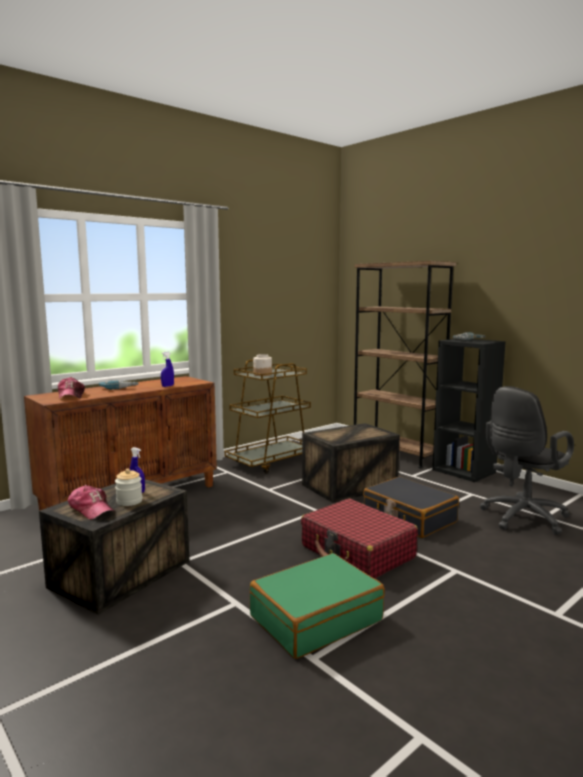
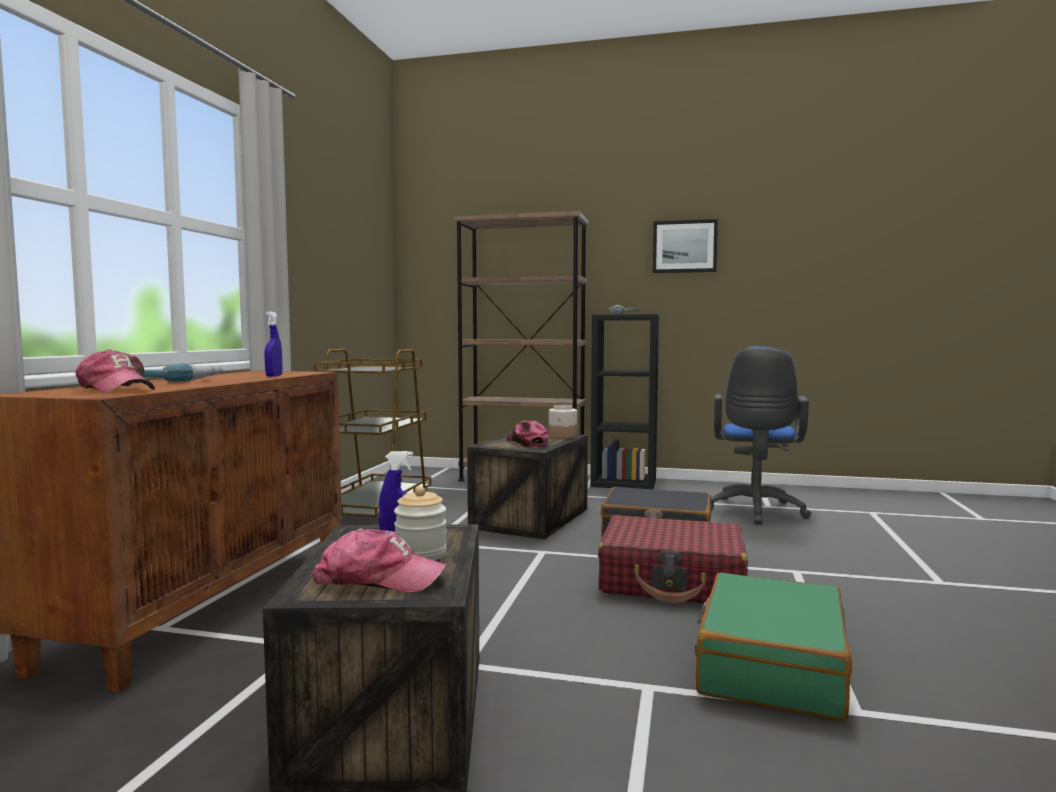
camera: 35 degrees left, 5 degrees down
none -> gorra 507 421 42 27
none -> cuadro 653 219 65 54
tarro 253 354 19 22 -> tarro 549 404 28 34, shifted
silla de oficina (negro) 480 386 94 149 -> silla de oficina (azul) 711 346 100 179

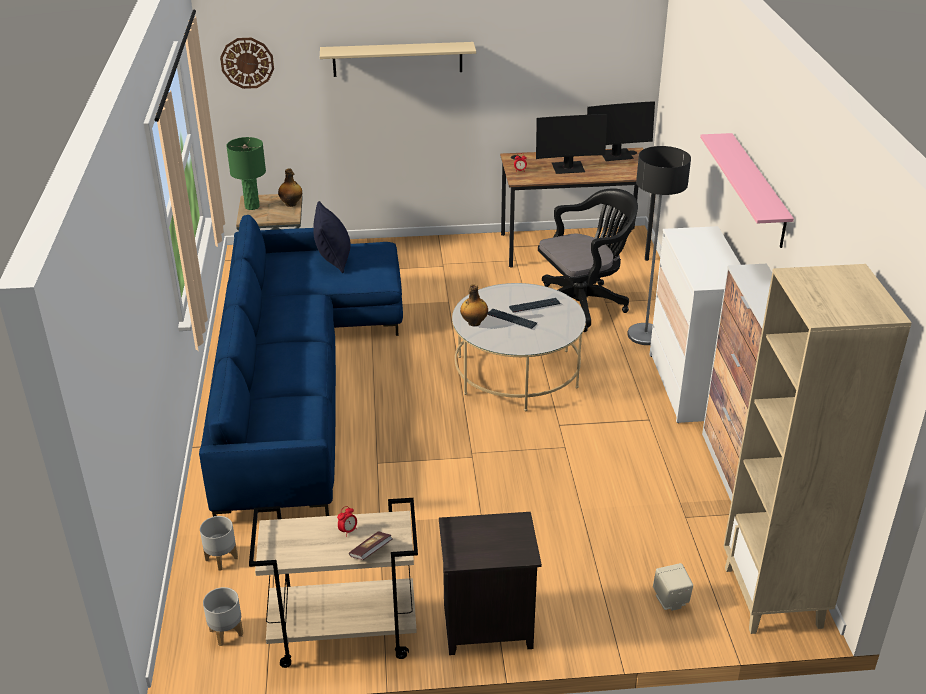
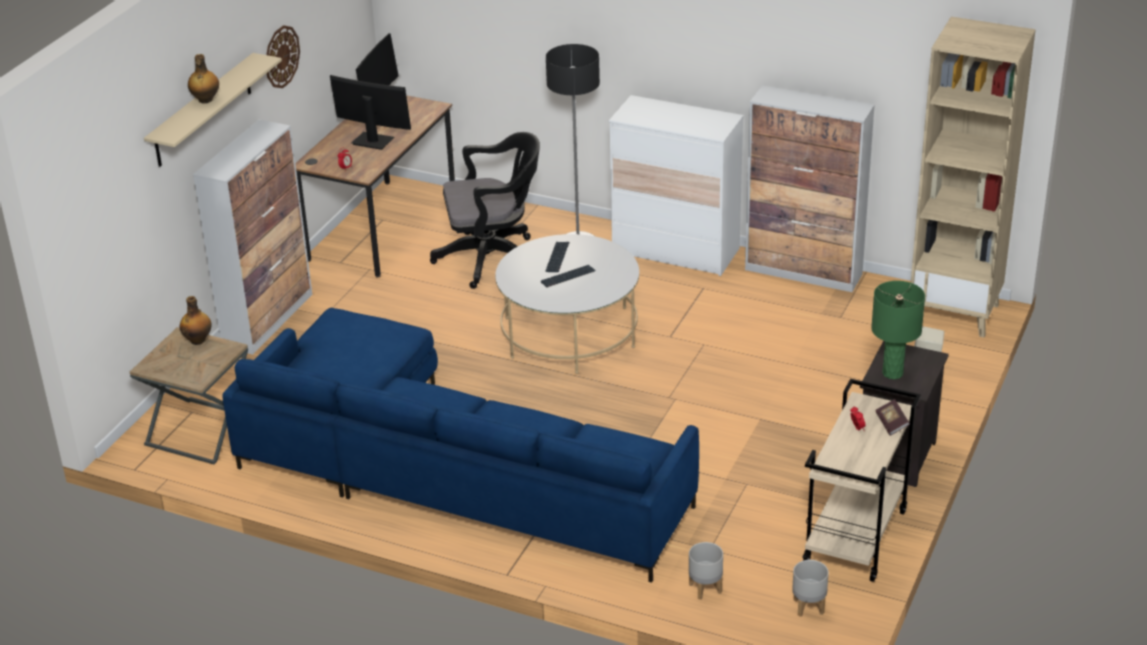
camera: 60 degrees left, 0 degrees up
cojín (negro) 313 201 38 72 -> none
estante (rosa) 700 133 94 115 -> none
none -> armario 193 119 119 236
reloj de pared 220 38 54 51 -> reloj de pared 266 25 34 63, shifted
lámpara de mesa (verde) 226 137 40 73 -> lámpara de mesa (verde) 871 281 54 98, shifted
botella 460 284 28 42 -> botella 188 54 31 50, shifted
monitor 536 114 71 60 -> monitor 330 75 81 75, 90 degrees counterclockwise
silla de oficina (negro) 538 188 100 144 -> silla de oficina (negro) 430 132 110 157, 75 degrees clockwise

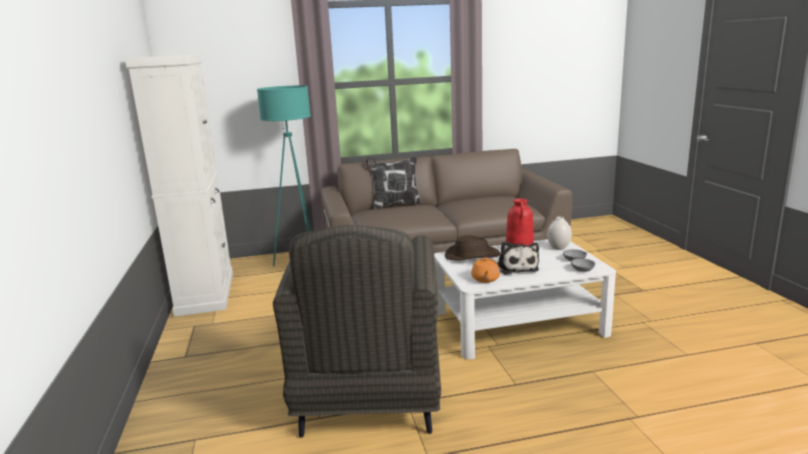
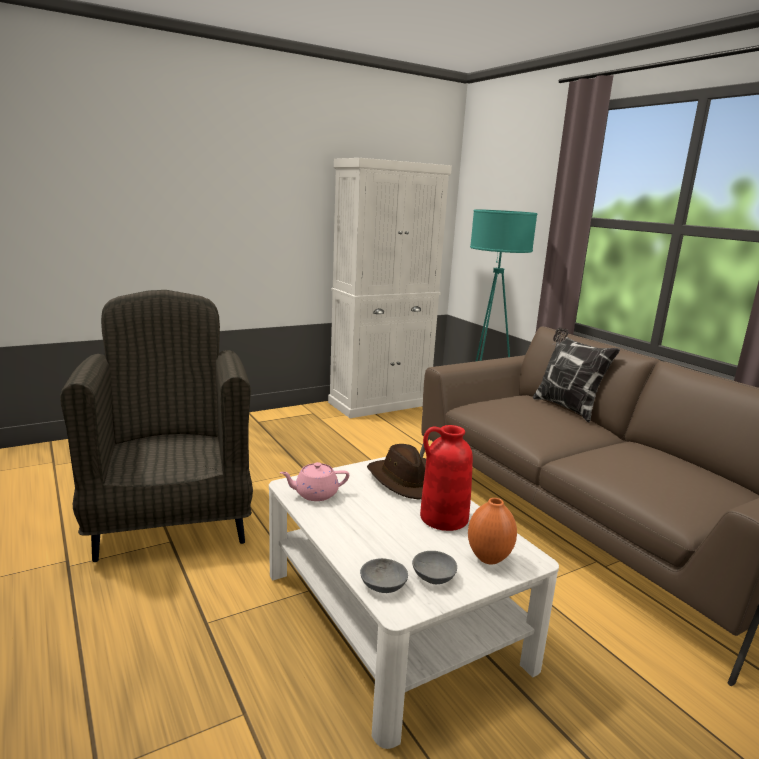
camera: 70 degrees right, 0 degrees up
peluche 497 242 42 33 -> none
tetera (naranja) 471 257 29 26 -> tetera (rosa) 280 462 69 39
florero (blanco) 547 217 25 33 -> florero (naranja) 468 498 49 67
sillón (gris) 273 225 168 213 -> sillón (gris) 60 290 193 272, 90 degrees clockwise

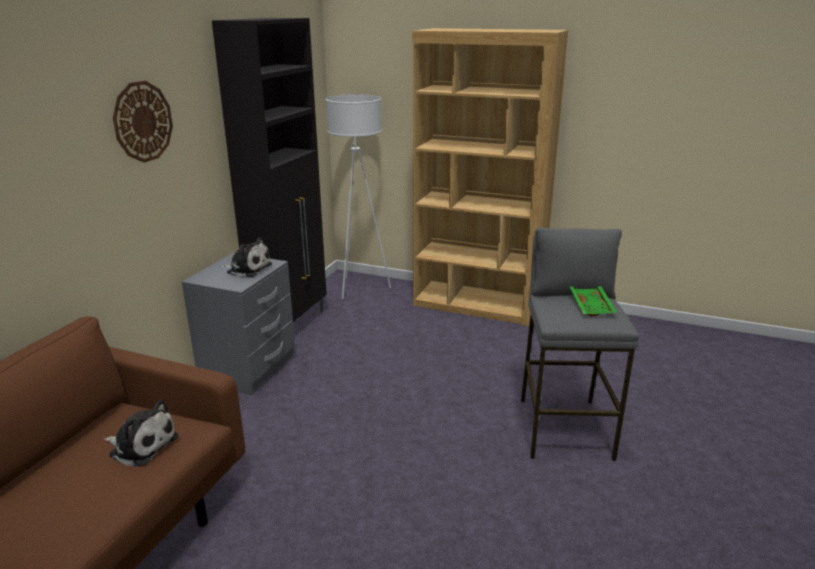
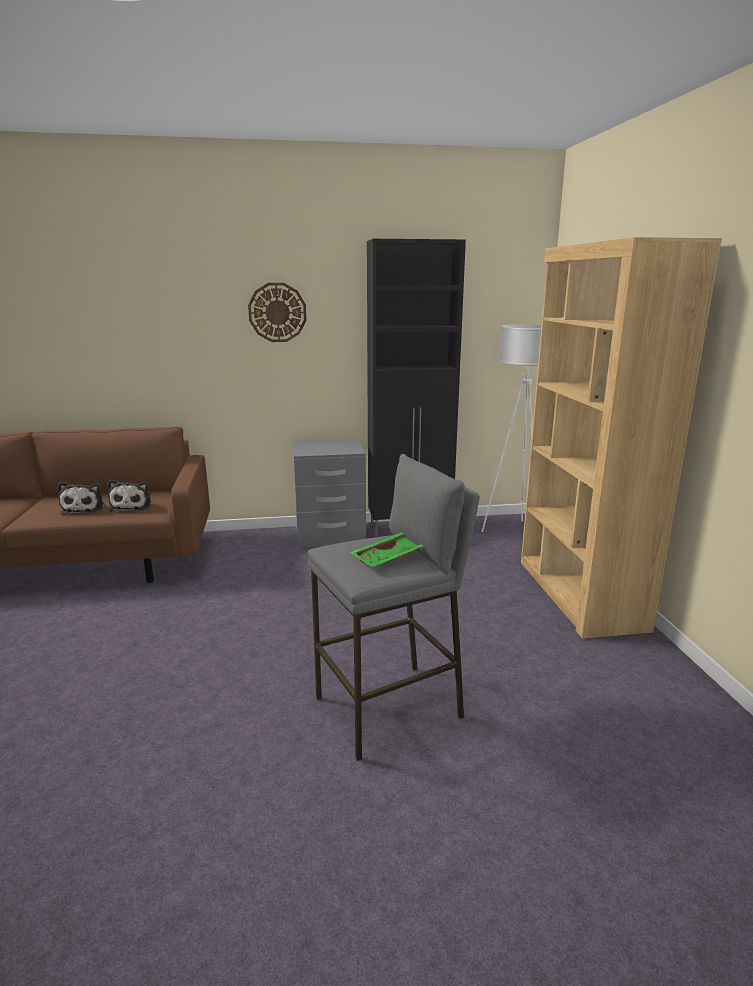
camera: 60 degrees right, 5 degrees down
peluche 220 237 52 40 -> peluche 58 482 46 33, shifted

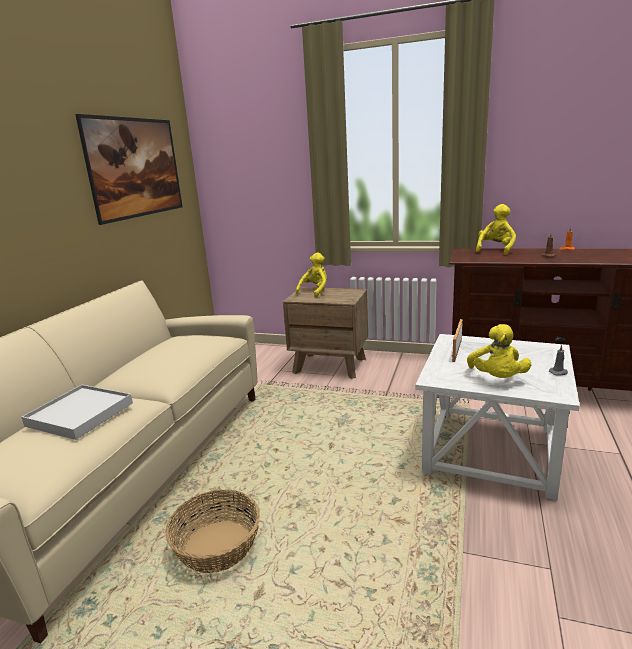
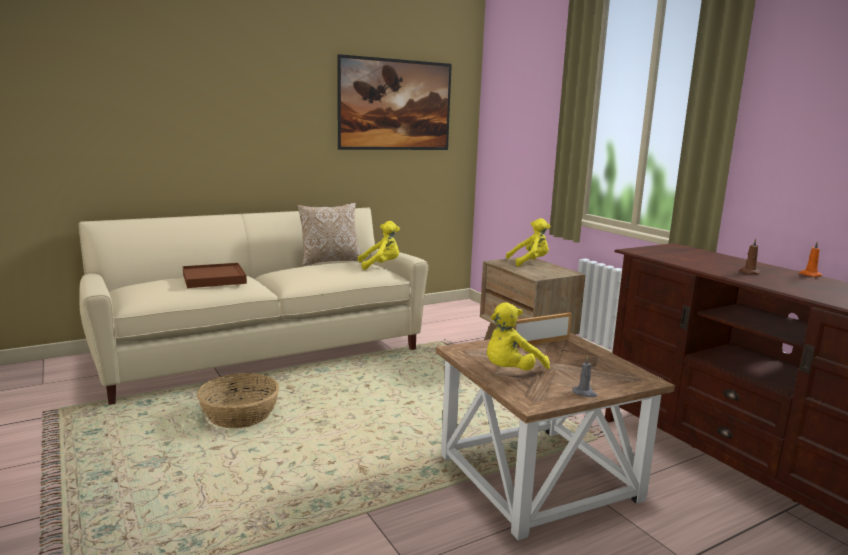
camera: 40 degrees right, 5 degrees down
none -> cojín 297 203 64 63
peluche (amarillo) 476 204 40 51 -> peluche (amarillo) 357 221 43 49, shifted
bandeja (blanco) 21 385 112 55 -> bandeja (marrón) 183 263 64 25
mesa auxiliar (blanco) 415 334 165 167 -> mesa auxiliar (marrón) 436 332 239 208

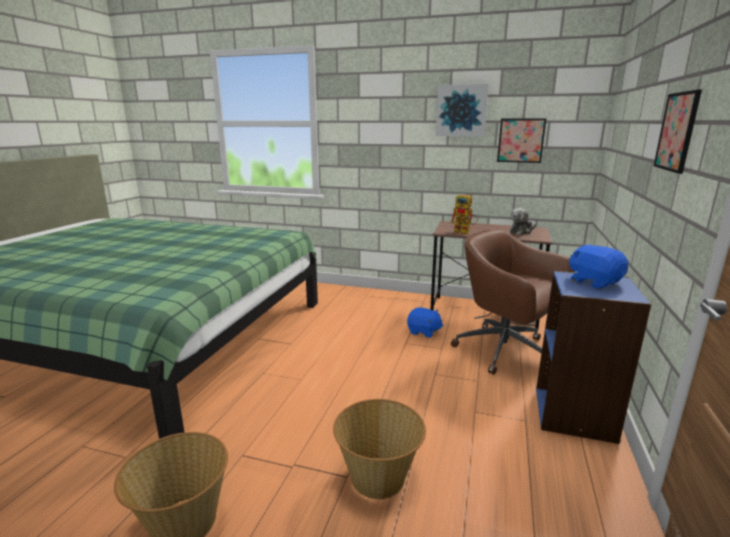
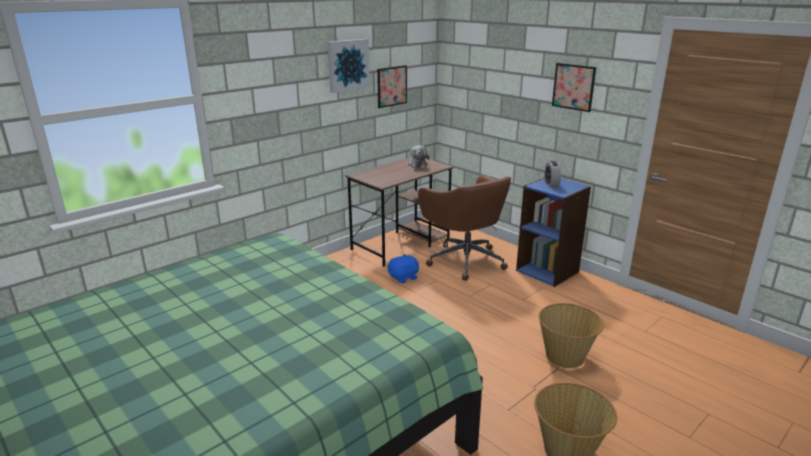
camera: 60 degrees left, 5 degrees up
robot de juguete 450 194 28 41 -> none
peluche (azul) 569 245 59 44 -> despertador 544 161 17 26
silla de oficina (marrón) 451 230 124 145 -> silla de oficina (marrón) 418 175 93 106, 105 degrees counterclockwise

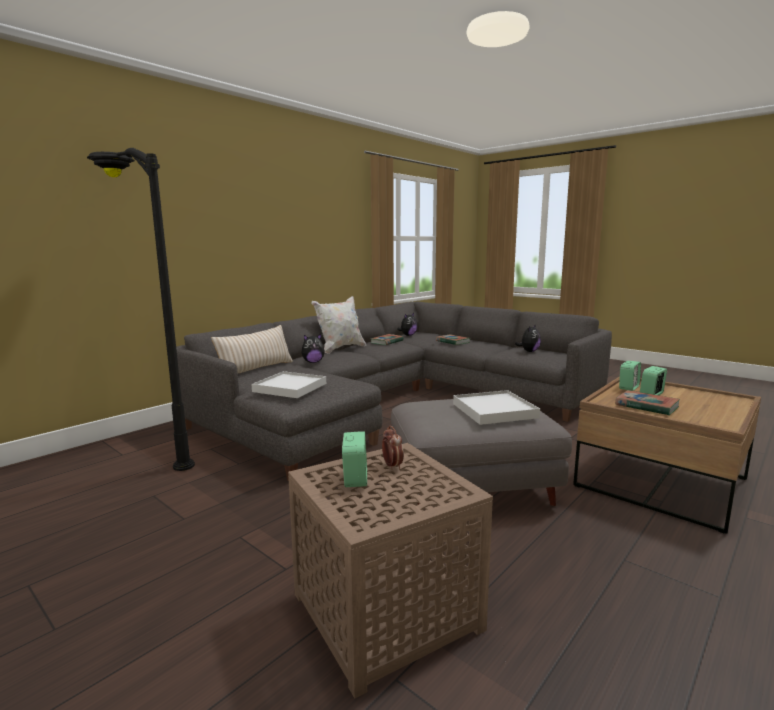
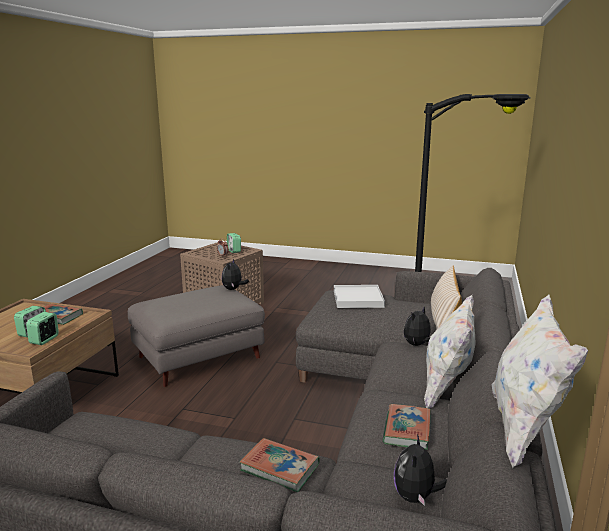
camera: 155 degrees right, 5 degrees up
bandeja (blanco) 453 390 87 35 -> none
none -> cojín (blanco) 492 294 96 174
peluche 515 324 26 28 -> peluche 222 259 27 31, shifted

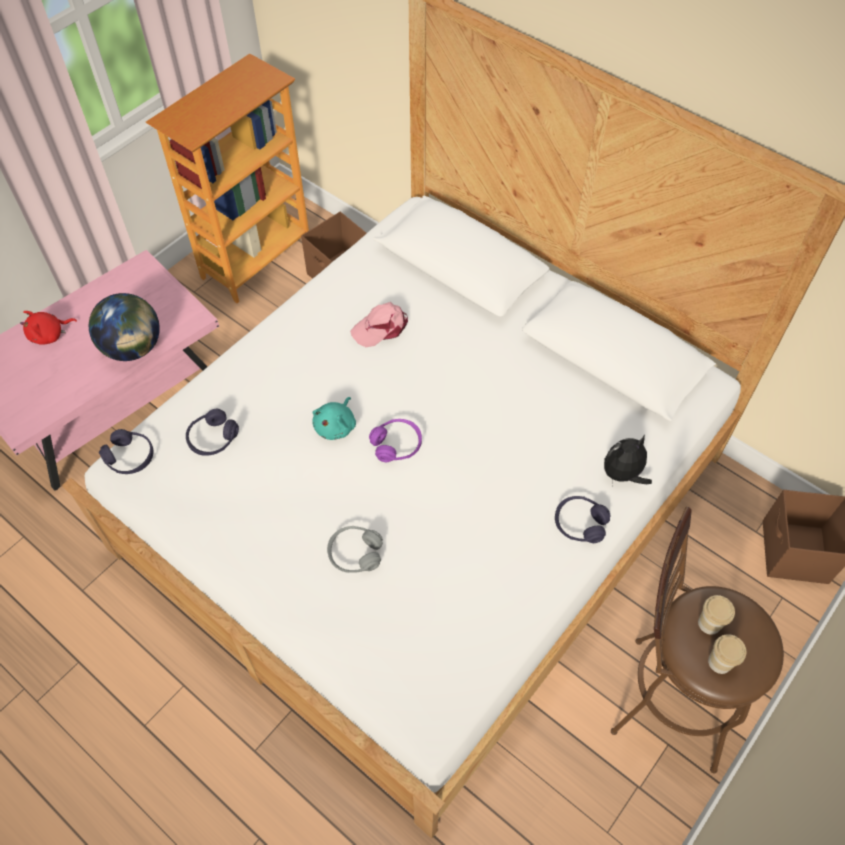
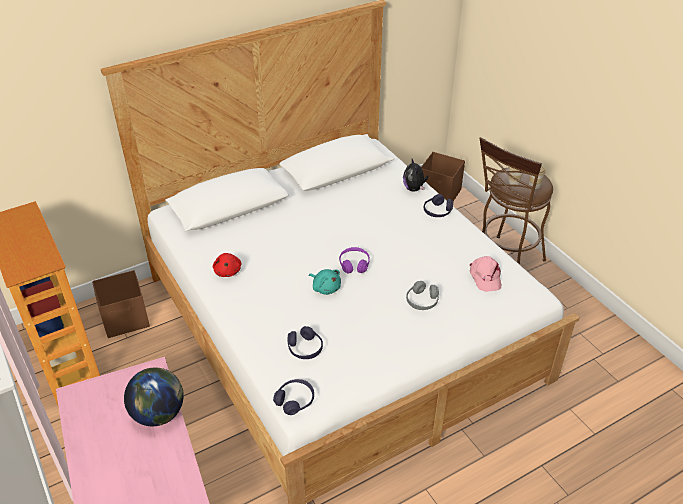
camera: 70 degrees left, 15 degrees down
peluche (rojo) 20 311 57 34 -> peluche (rojo) 213 253 28 24, shifted
gorra (rosa) 350 302 58 45 -> gorra (rosa) 469 256 32 36, shifted

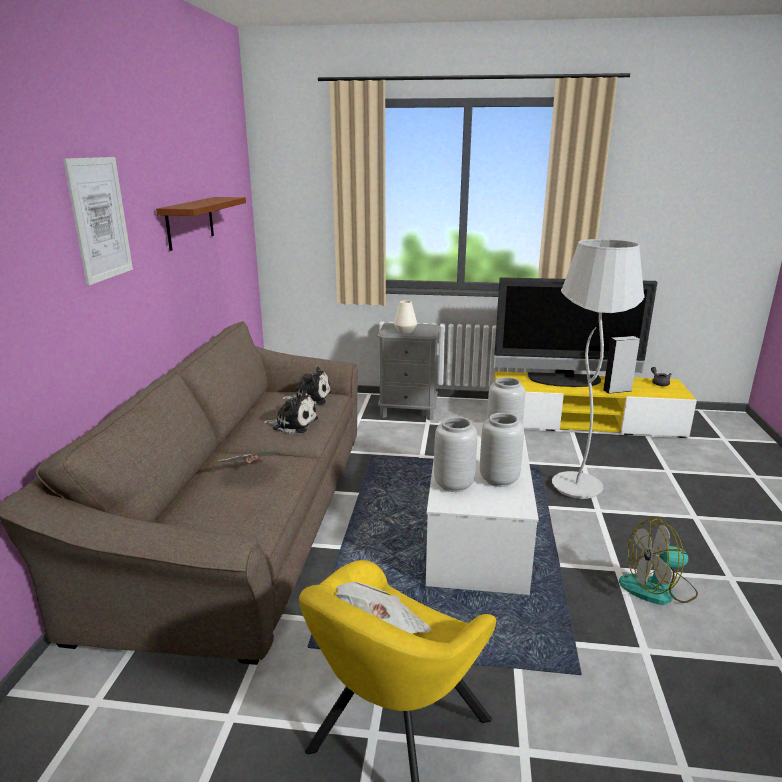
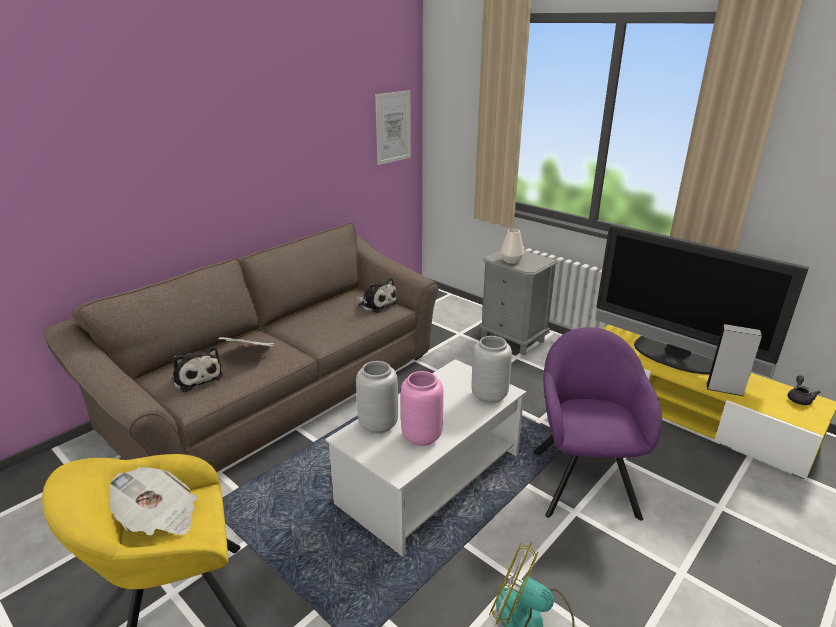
camera: 35 degrees right, 5 degrees up
estante (marrón) 156 197 90 54 -> none
cuadro 63 157 70 128 -> cuadro 375 90 36 75, shifted
peluche 263 390 55 44 -> peluche 172 347 51 45, shifted
lámpara de pie (blanco) 552 239 93 260 -> sillón (morado) 534 327 128 193
florero (gris) 480 413 44 74 -> florero (rosa) 401 371 43 75

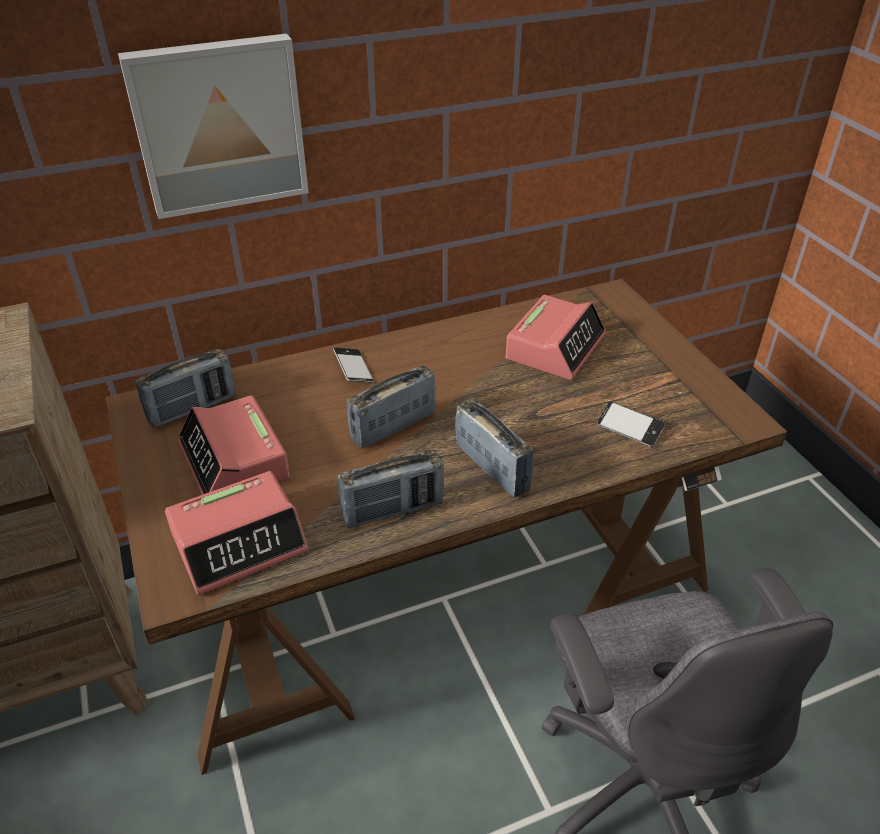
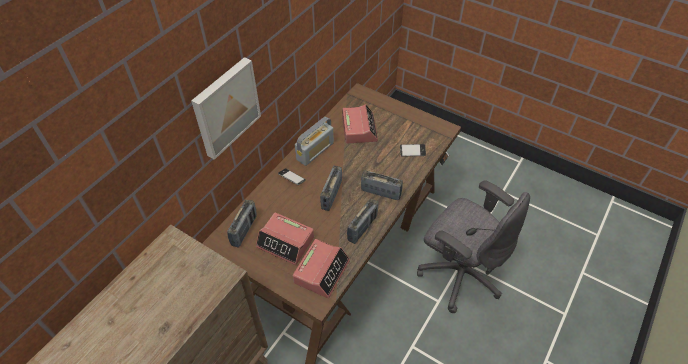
camera: 35 degrees left, 10 degrees up
none -> radio 295 117 39 49

